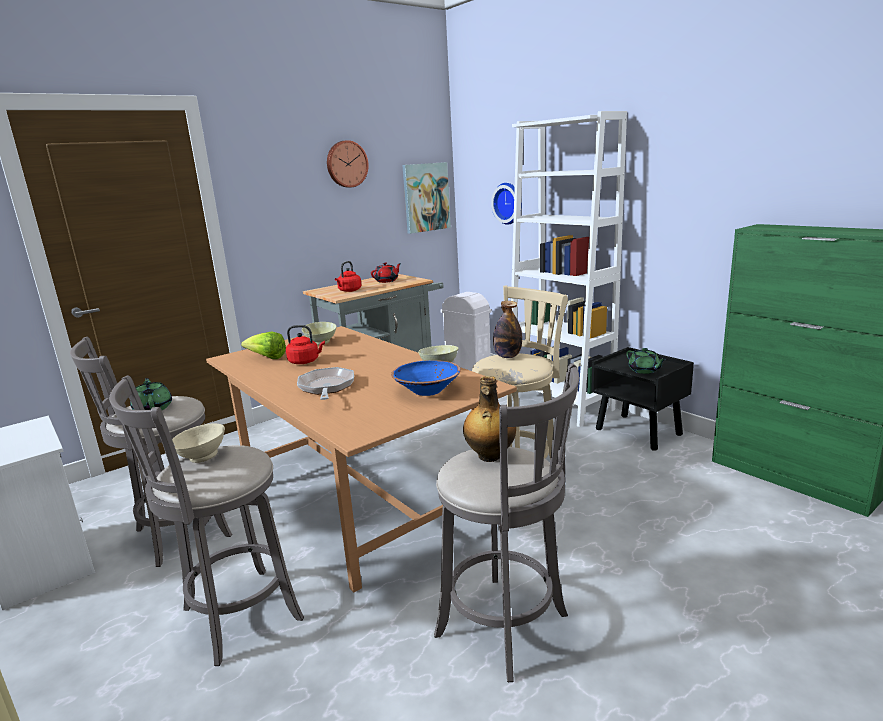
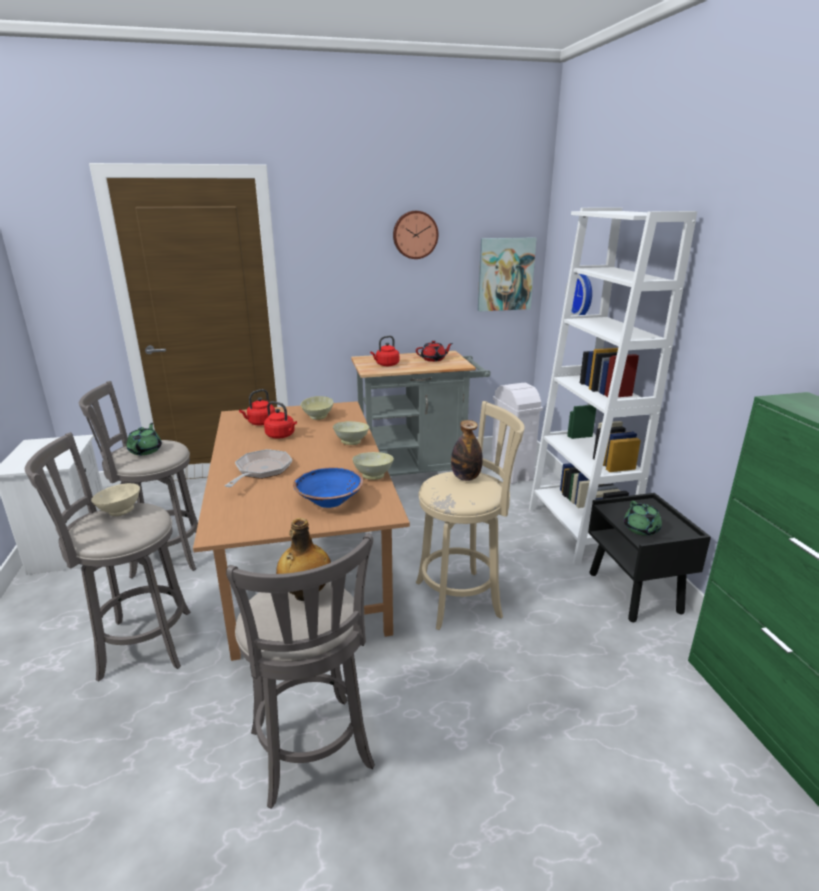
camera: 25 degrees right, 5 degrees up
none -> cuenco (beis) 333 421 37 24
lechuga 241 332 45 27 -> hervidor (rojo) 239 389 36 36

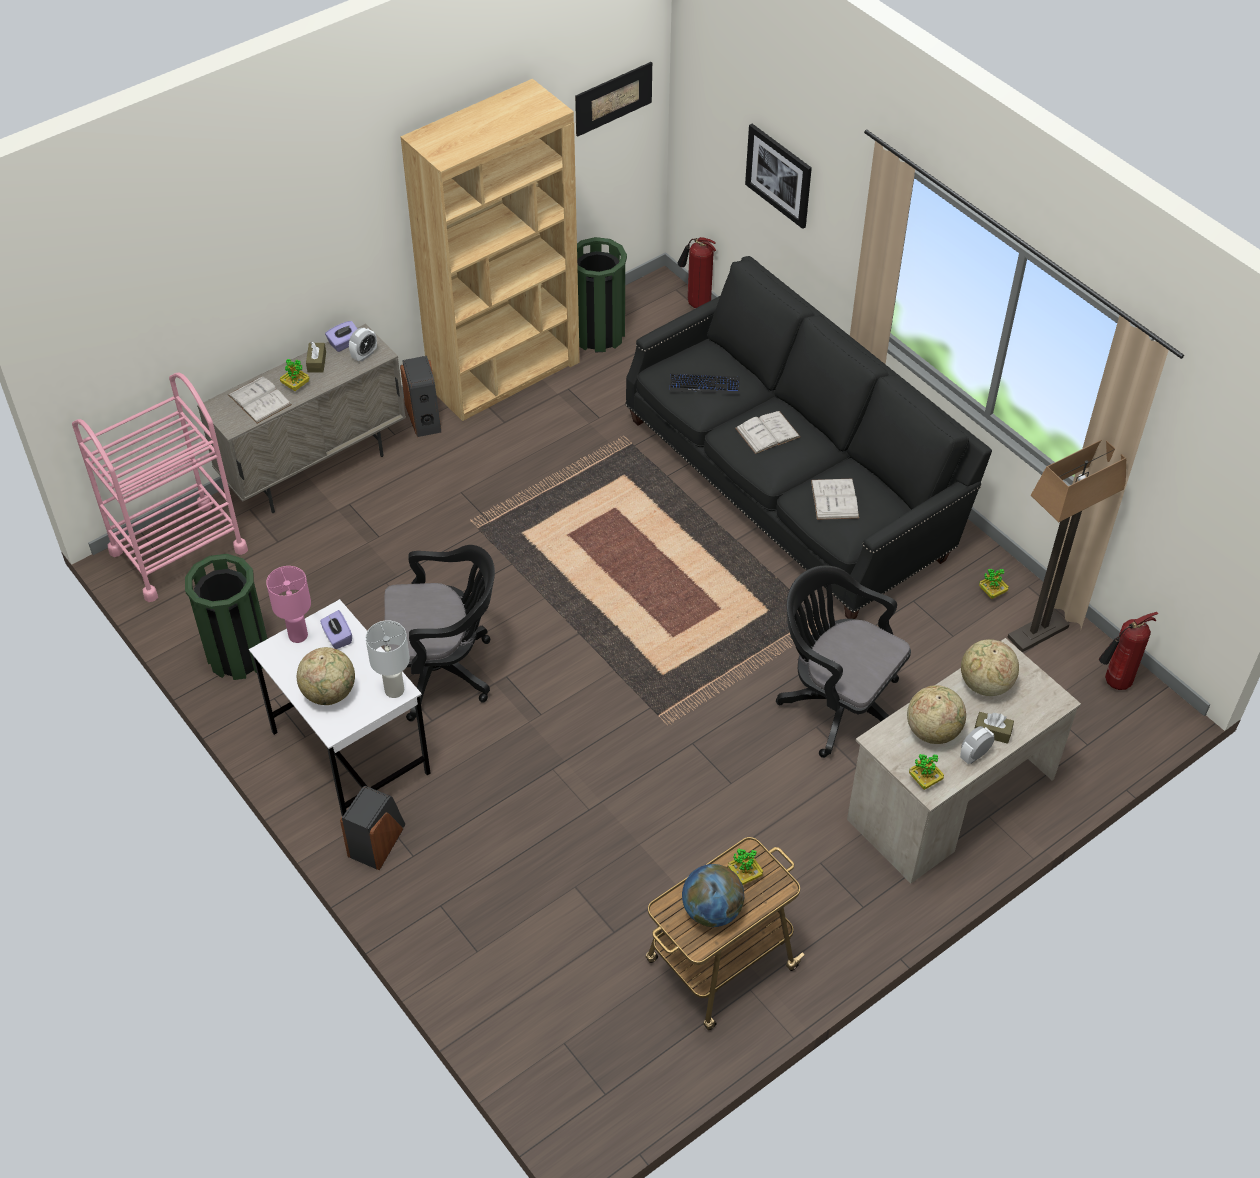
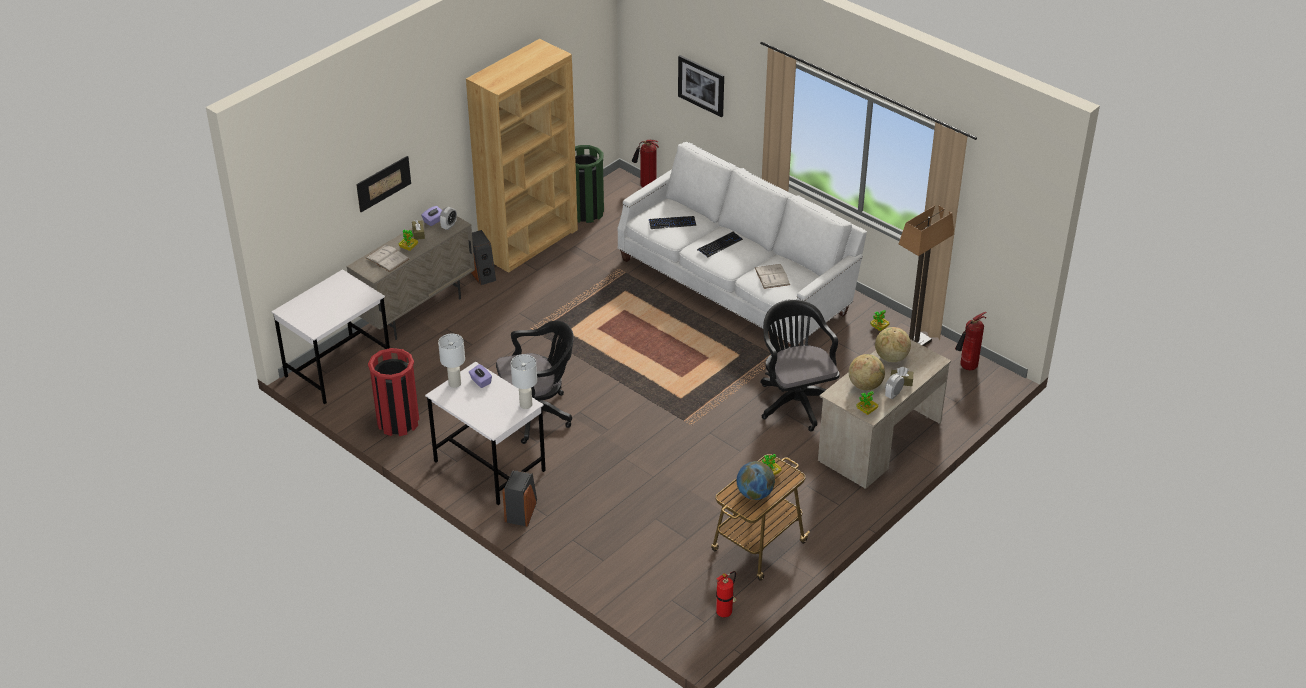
camera: 10 degrees left, 10 degrees down
globo terráqueo 297 647 58 58 -> none
none -> extintor 716 571 20 47
cuadro 575 62 77 75 -> cuadro 356 156 55 56, shifted
carrito (rosa) 72 372 176 230 -> escritorio (blanco) 271 269 119 135
libro (blanco) 735 411 65 43 -> teclado 697 232 46 26
papelera (verde) 185 554 83 126 -> papelera (rojo) 368 348 51 88
lámpara de mesa (rosa) 266 566 45 77 -> lámpara de mesa (blanco) 438 334 27 54
sofá (negro) 625 256 367 363 -> sofá (blanco) 617 142 250 205
silla de oficina (negro) 776 565 135 193 -> silla de oficina (negro) 761 299 79 132, 45 degrees clockwise

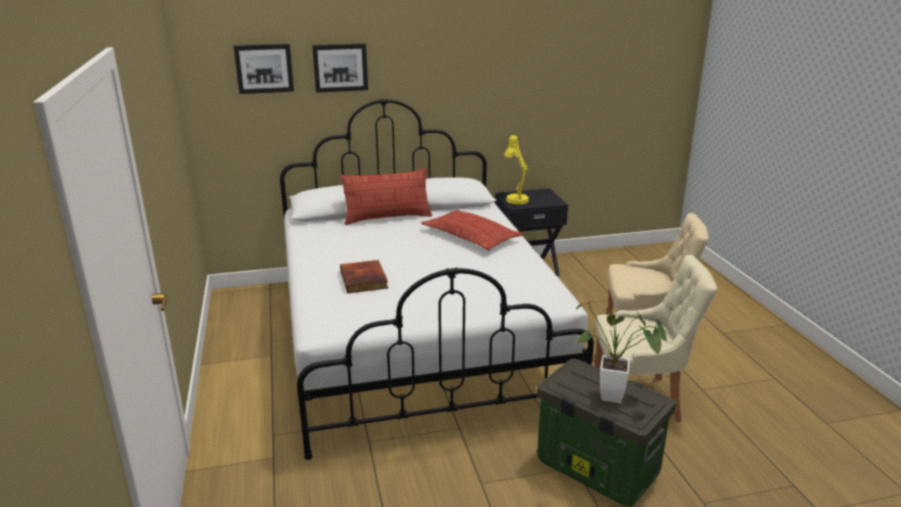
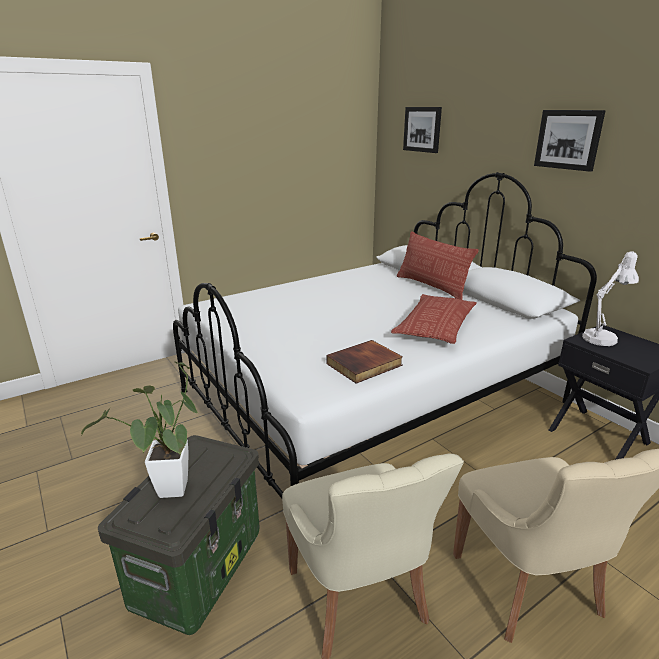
camera: 70 degrees right, 0 degrees up
cuadro 312 43 56 50 -> cuadro 534 110 72 62, shifted
libro 340 260 48 33 -> libro 326 340 77 43, shifted
lámpara de mesa (amarillo) 504 135 25 70 -> lámpara de mesa (blanco) 582 252 57 94

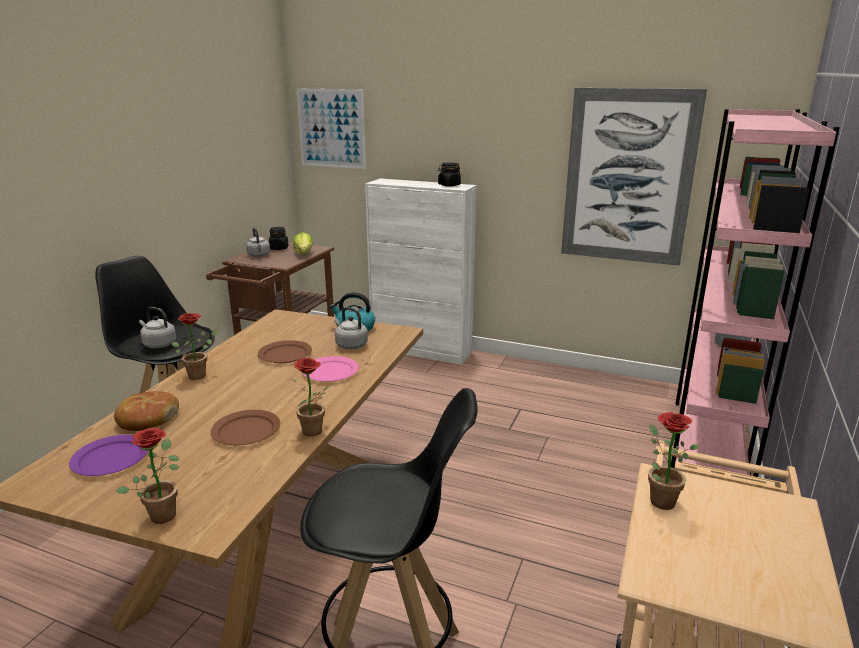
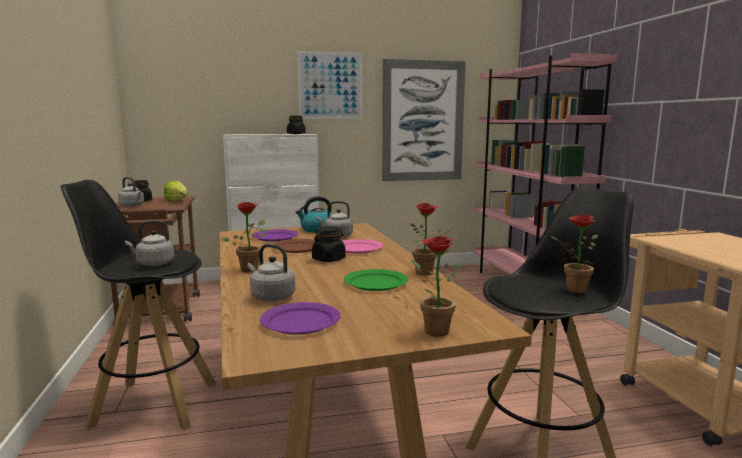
camera: 35 degrees left, 10 degrees down
none -> plato (morado) 252 229 47 13
none -> tarro (negro) 312 226 34 36
cuadro 296 89 71 80 -> cuadro 297 51 66 68, shifted
planta en maceta 648 412 51 98 -> planta en maceta 550 215 48 79, shifted
pan 114 391 65 40 -> hervidor (gris) 247 244 48 57
plato (marrón) 211 410 69 35 -> plato (verde) 344 269 64 22

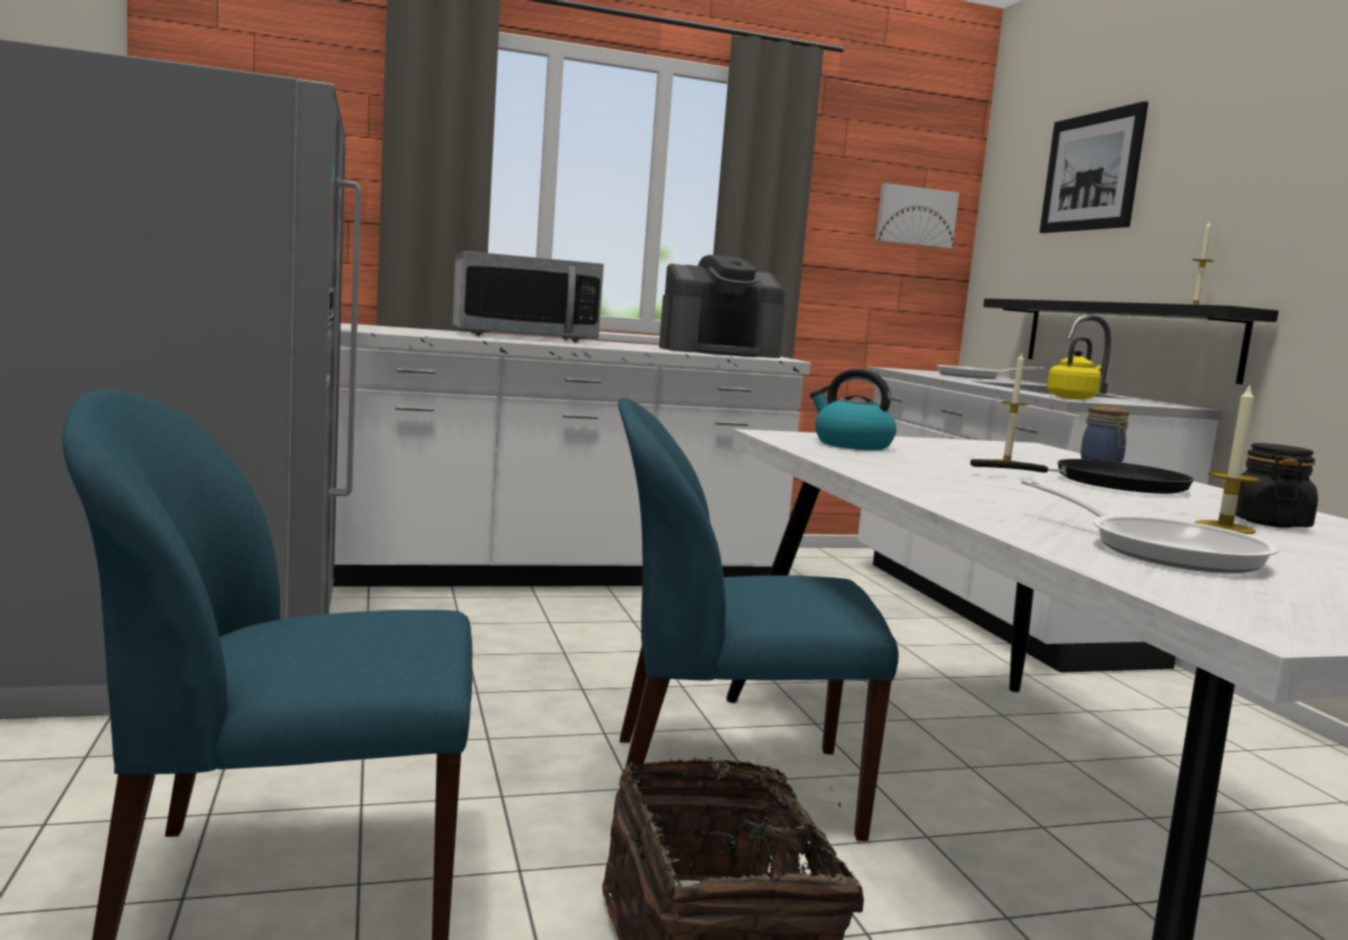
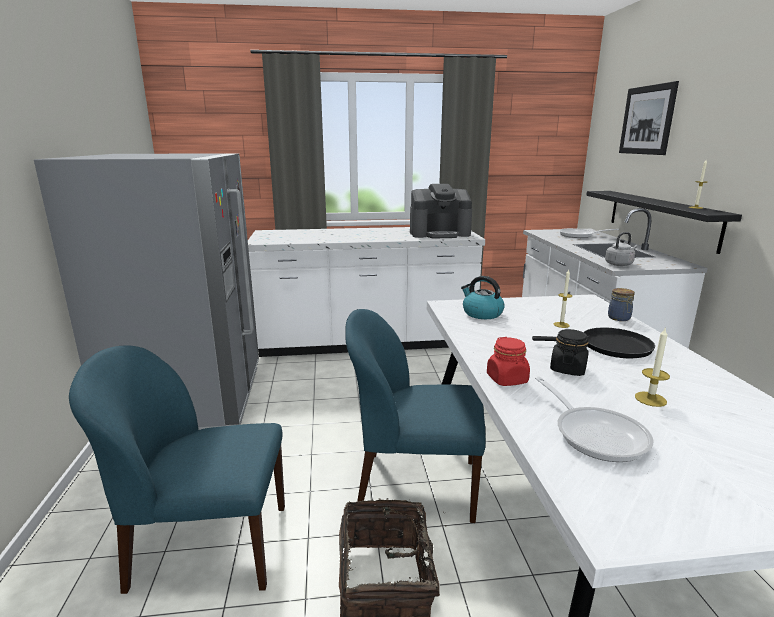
camera: 10 degrees right, 10 degrees up
microondas 453 251 151 91 -> none
cuadro 875 183 84 66 -> none
none -> tarro (rojo) 487 337 43 49
tarro (negro) 1235 443 83 85 -> tarro (negro) 550 329 39 47, shifted
hervidor (amarillo) 1047 337 55 63 -> hervidor (gris) 605 232 33 34

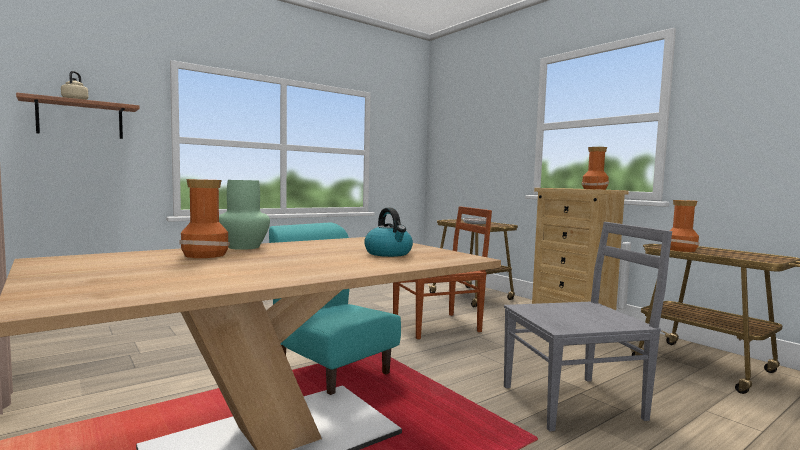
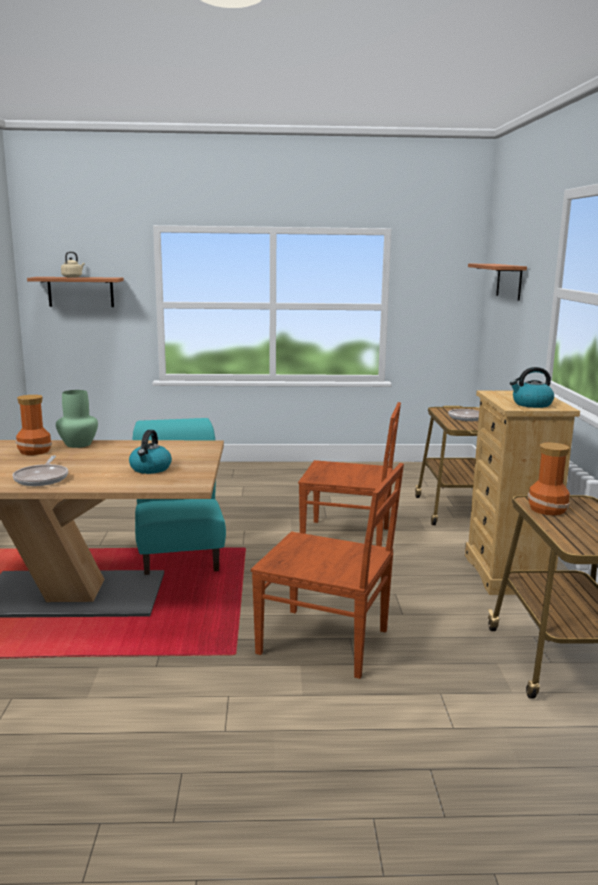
camera: 35 degrees right, 10 degrees up
none -> sartén 13 456 55 30
none -> estante 468 264 59 37
florero 582 147 27 43 -> hervidor 510 367 44 41
silla (gris) 504 222 168 209 -> silla (marrón) 251 463 153 216

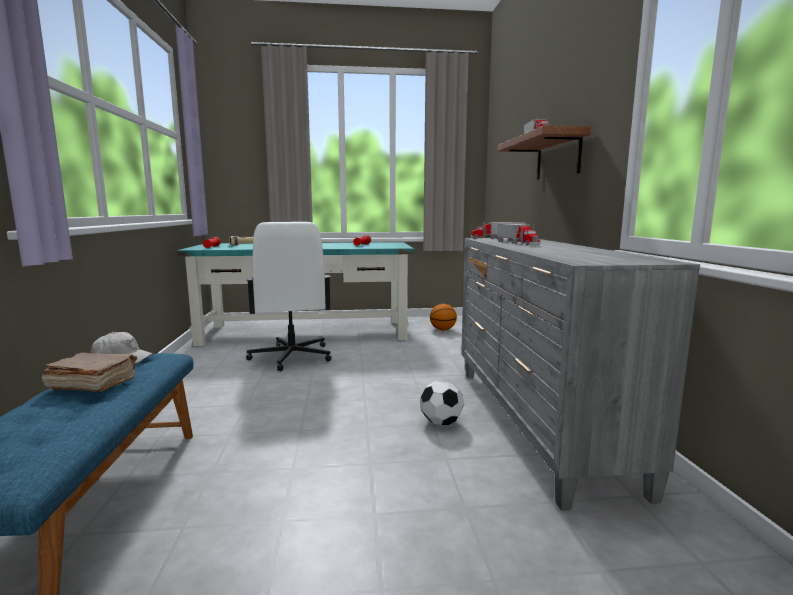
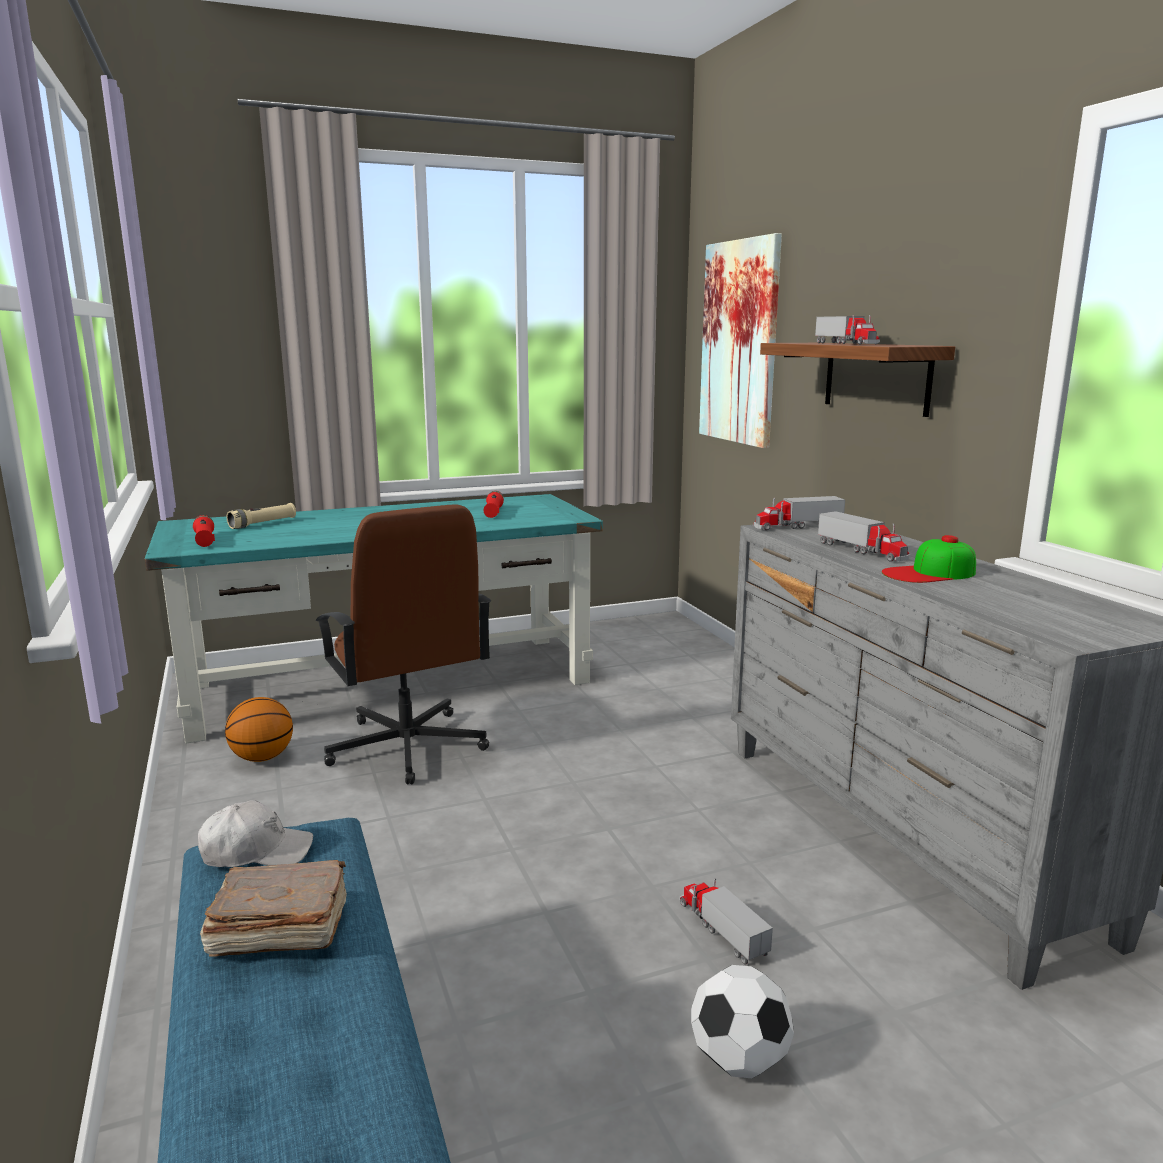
camera: 15 degrees left, 5 degrees up
none -> camión de juguete 679 879 94 85
none -> cuadro 699 233 83 215
none -> gorra 882 535 94 48
balón de fútbol 420 381 44 44 -> balón de fútbol 691 965 103 113, shifted
balón de baloncesto 430 304 27 27 -> balón de baloncesto 225 697 68 65, shifted
silla de oficina (blanco) 246 222 86 149 -> silla de oficina (marrón) 315 504 176 281

